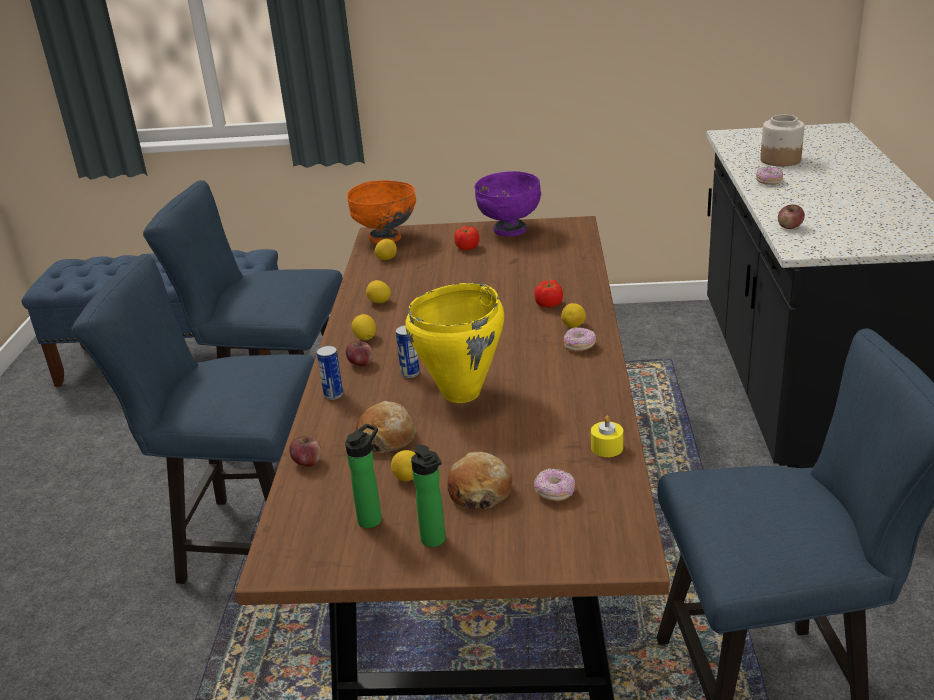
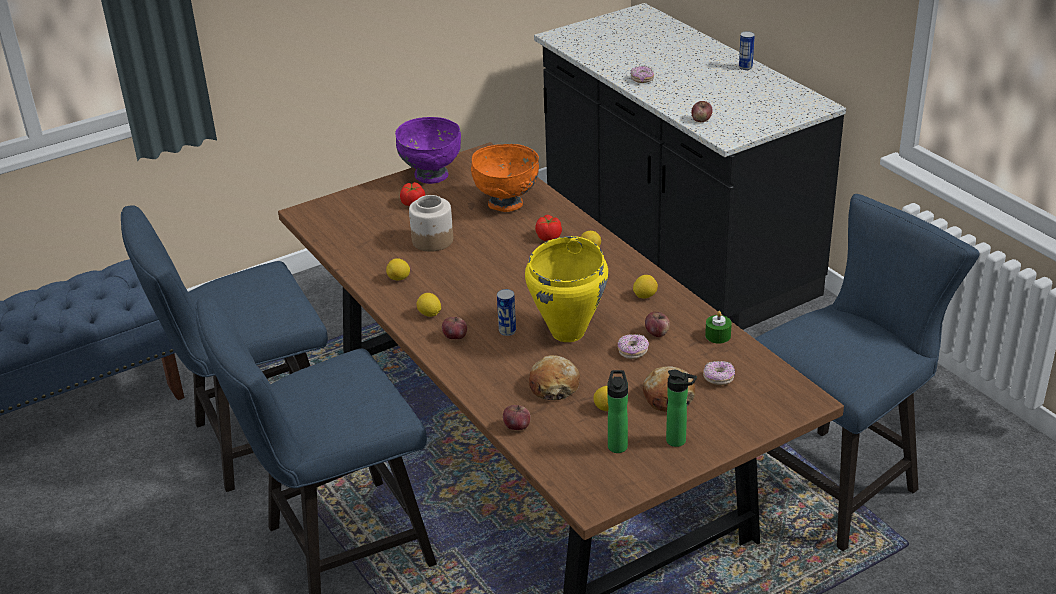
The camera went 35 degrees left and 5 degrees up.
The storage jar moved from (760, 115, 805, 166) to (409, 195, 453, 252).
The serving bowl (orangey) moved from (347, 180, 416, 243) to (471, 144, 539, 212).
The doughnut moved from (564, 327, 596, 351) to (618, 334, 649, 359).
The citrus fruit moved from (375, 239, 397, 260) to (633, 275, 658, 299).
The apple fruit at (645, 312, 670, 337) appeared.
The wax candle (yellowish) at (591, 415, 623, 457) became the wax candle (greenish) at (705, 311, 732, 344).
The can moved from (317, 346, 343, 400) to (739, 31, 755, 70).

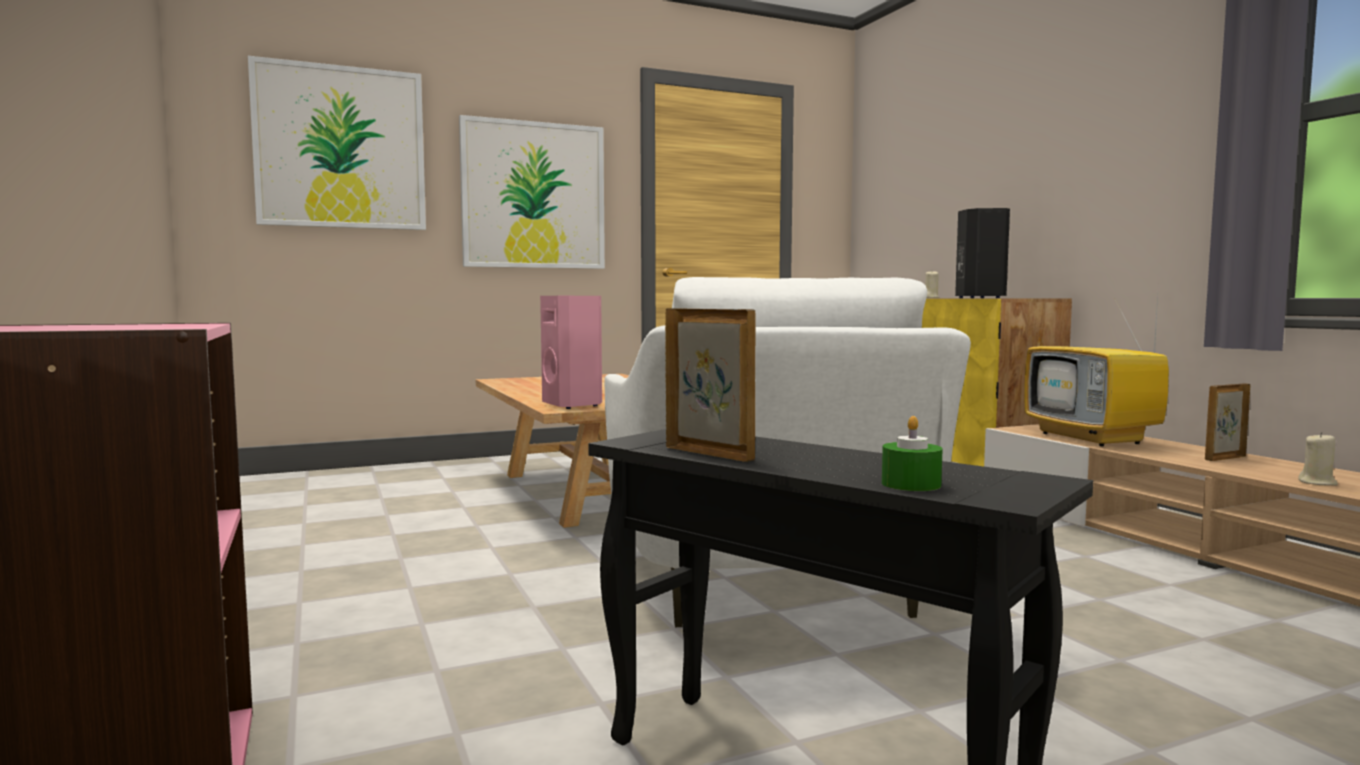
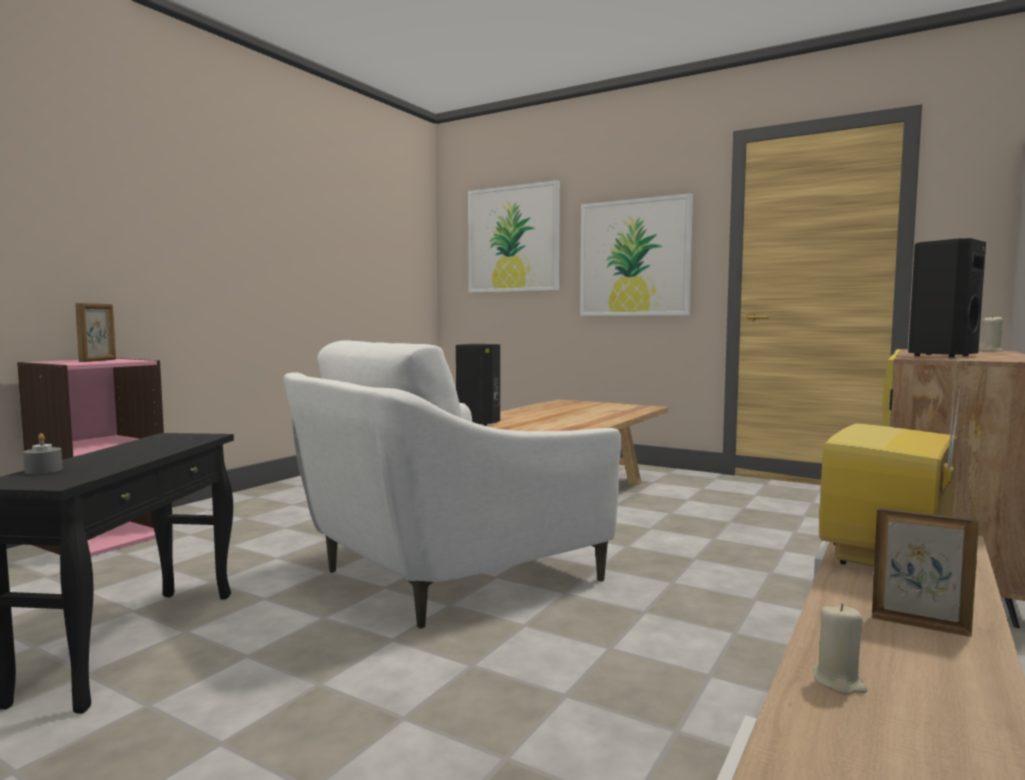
The camera went 55 degrees right and 0 degrees up.
The wax candle (greenish) at (882, 416, 942, 491) became the wax candle (greyish) at (23, 433, 63, 474).
The picture frame moved from (665, 308, 755, 462) to (75, 303, 116, 362).
The audio speaker (pink) at (540, 296, 602, 409) became the audio speaker (black-coloured) at (456, 344, 500, 426).

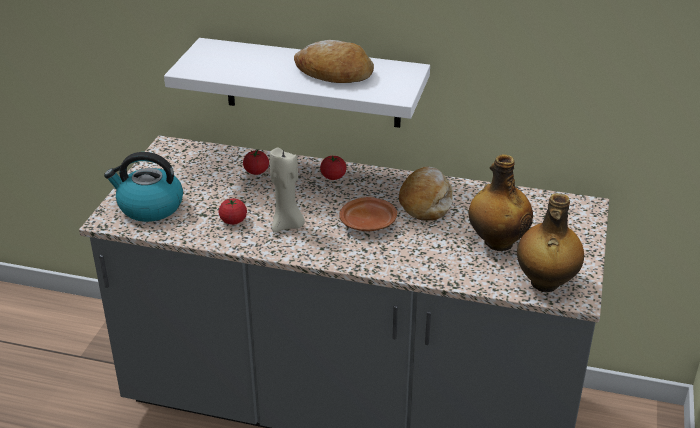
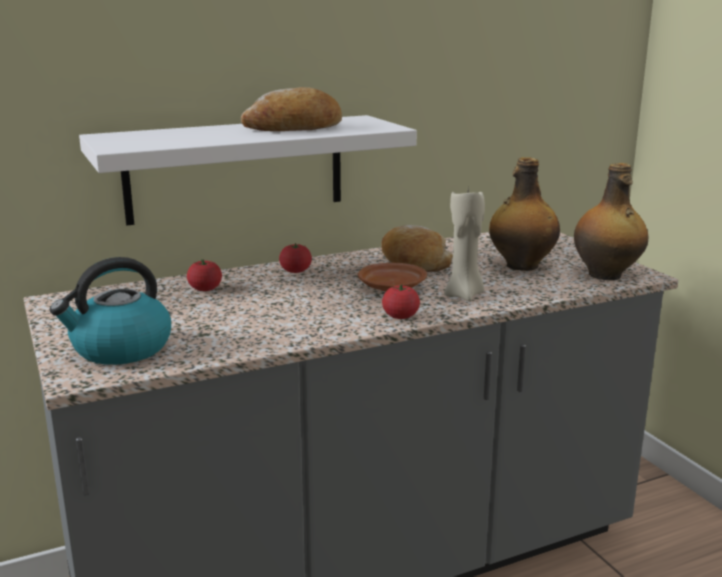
The camera went 40 degrees left and 15 degrees down.
The whole tomato moved from (219, 198, 247, 225) to (382, 285, 420, 319).
The wax candle (sand-coloured) moved from (270, 147, 305, 233) to (444, 189, 485, 301).

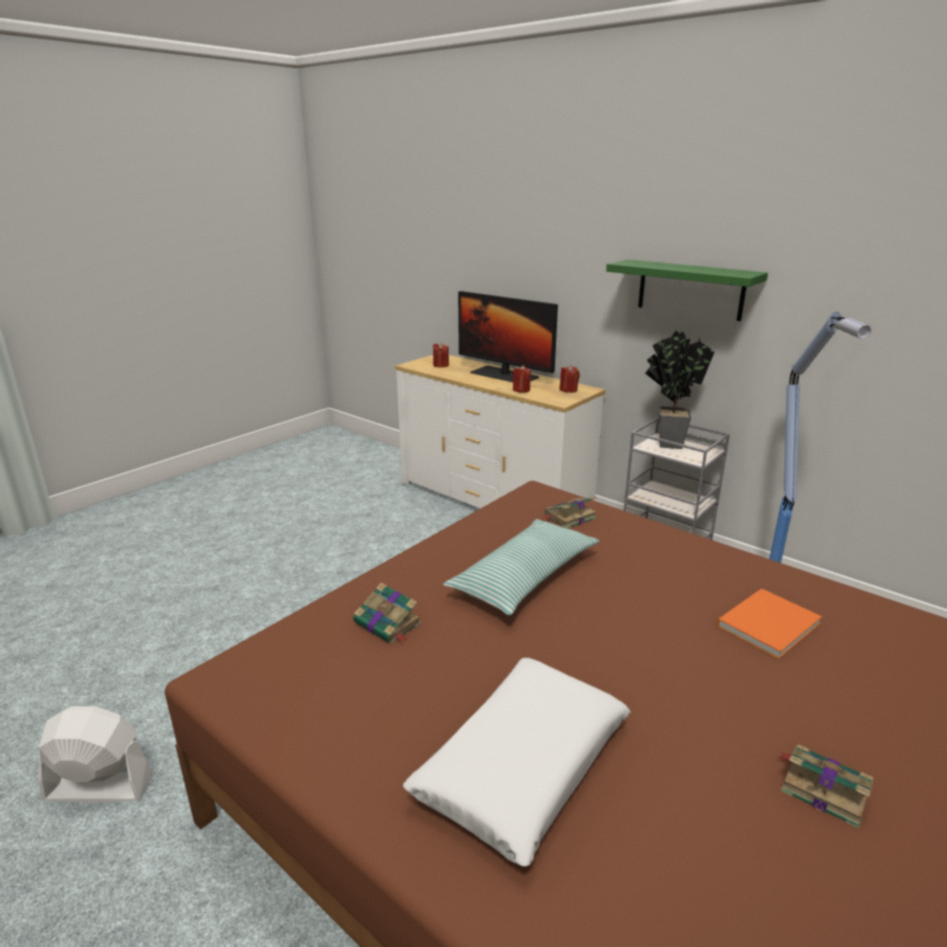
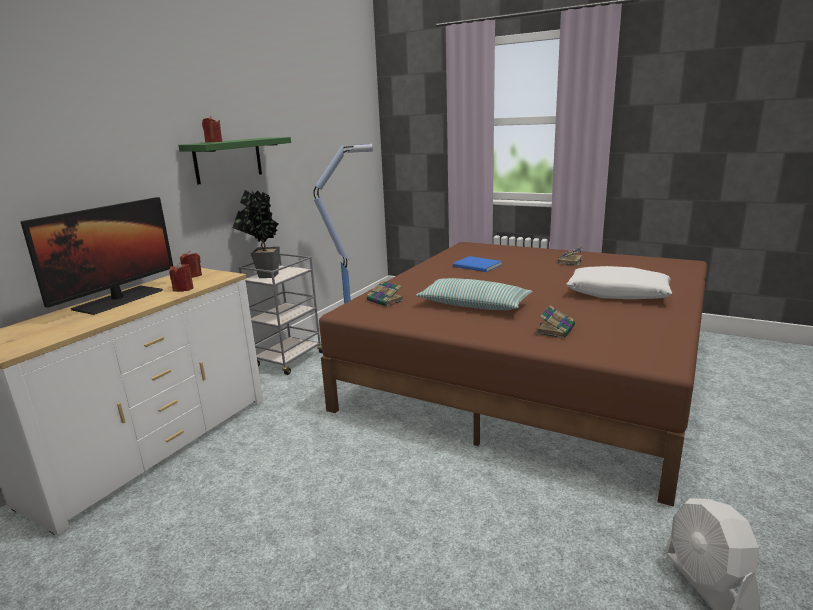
The camera went 100 degrees left and 5 degrees down.
The wax candle (red) moved from (433, 343, 449, 368) to (202, 116, 223, 142).
The book (orangey) at (716, 589, 822, 659) became the book (bluish) at (453, 256, 502, 272).

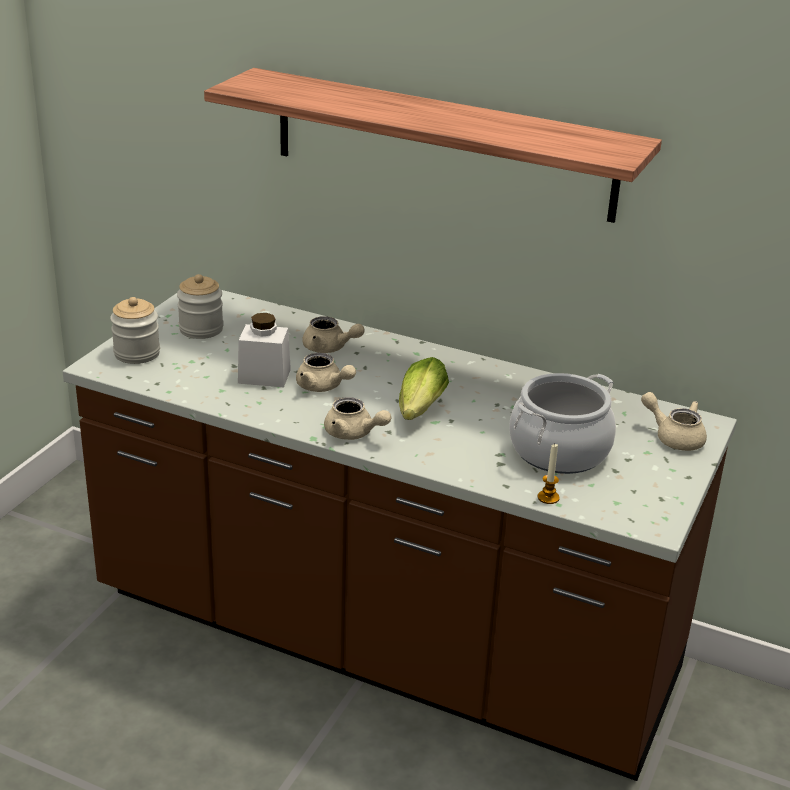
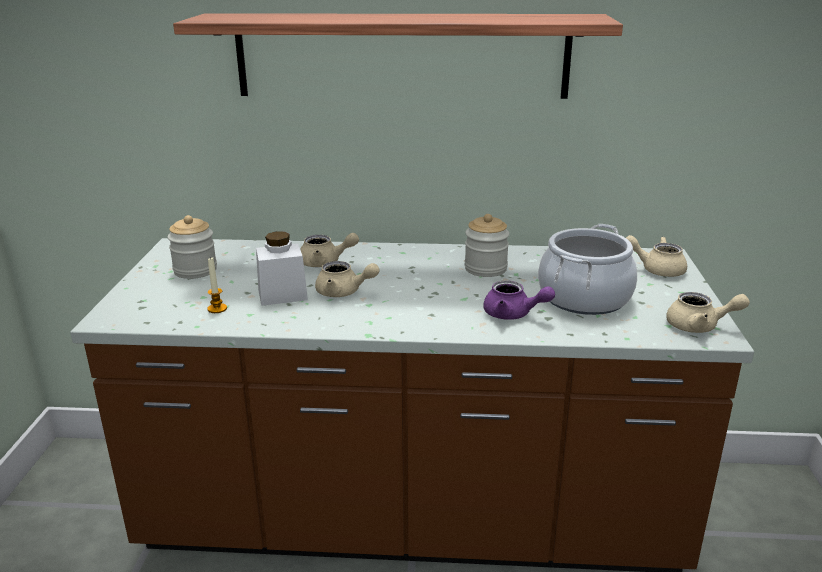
The camera went 20 degrees left and 5 degrees down.
The wax candle moved from (538, 444, 560, 504) to (207, 257, 227, 313).
The storage jar moved from (110, 297, 160, 364) to (465, 214, 509, 277).
The pot for tea (purple-coloured) at (483, 280, 555, 320) appeared.
The pot for tea (sand-coloured) moved from (324, 397, 391, 440) to (666, 292, 750, 333).
The lettuce at (399, 357, 449, 420) disappeared.

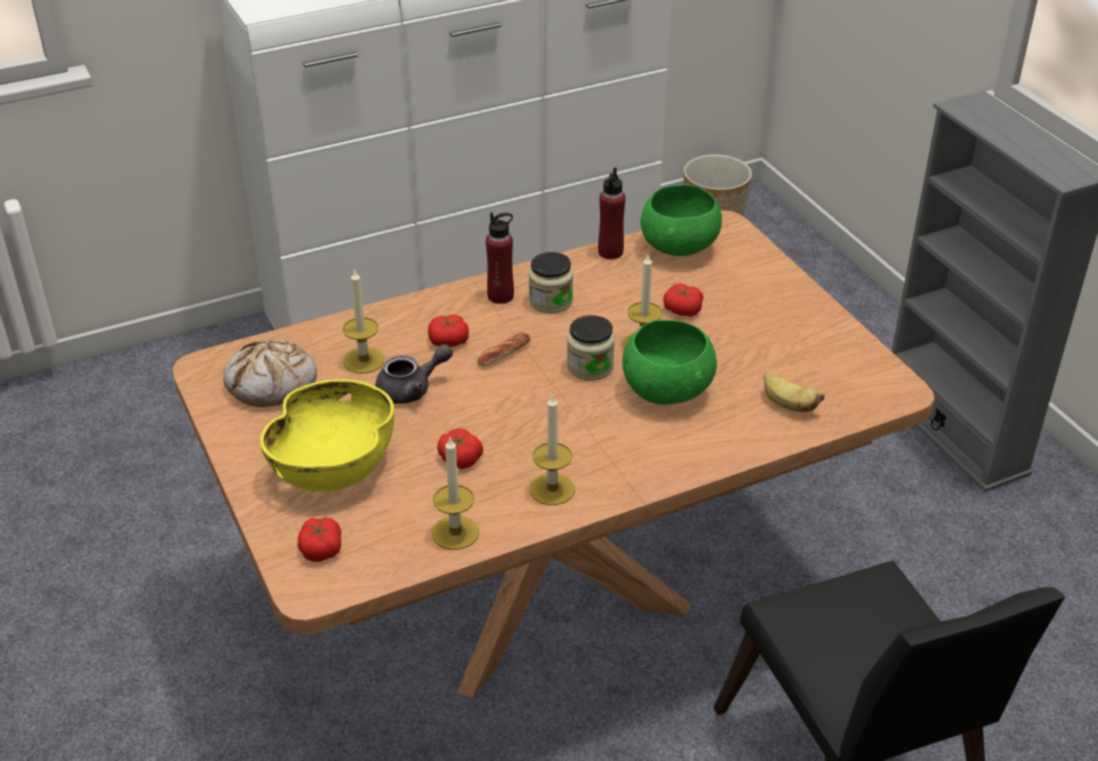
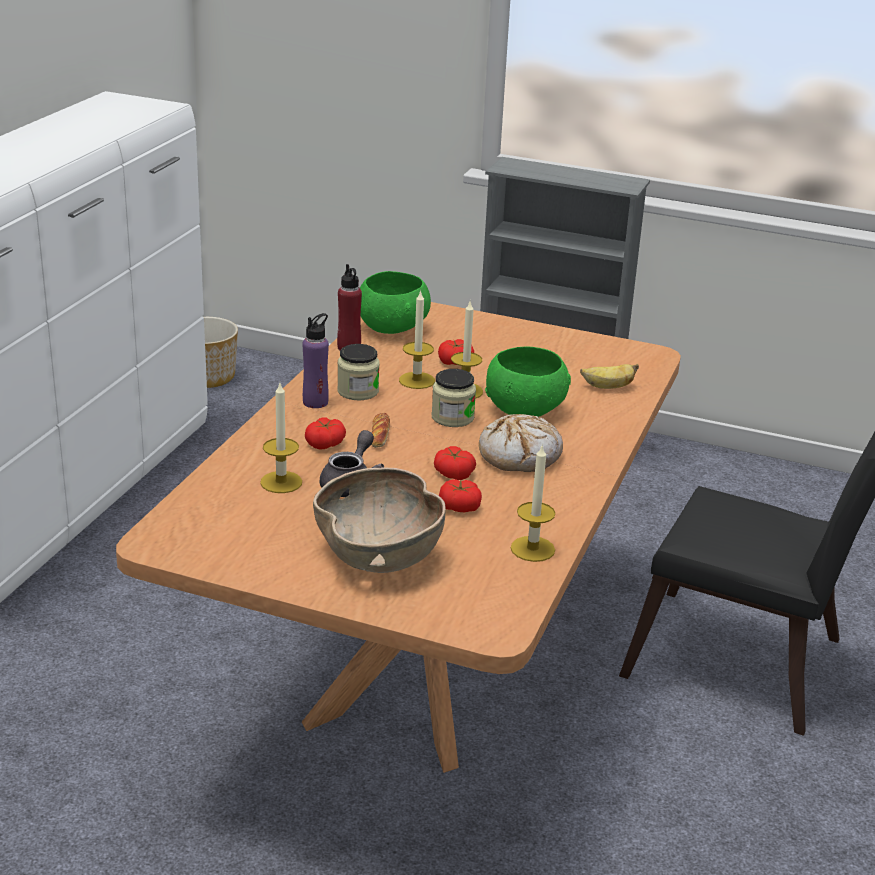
The camera went 45 degrees left and 10 degrees down.
The drink bottle (red) at (486, 212, 514, 304) became the drink bottle (purple-coloured) at (303, 313, 329, 408).
The serving bowl (yellowish) at (260, 379, 394, 491) became the serving bowl (brownish) at (313, 468, 446, 573).
The wax candle moved from (530, 393, 575, 505) to (399, 290, 435, 389).
The whole tomato moved from (298, 518, 341, 562) to (434, 446, 476, 480).
The bakery bread moved from (223, 339, 317, 407) to (479, 414, 563, 472).

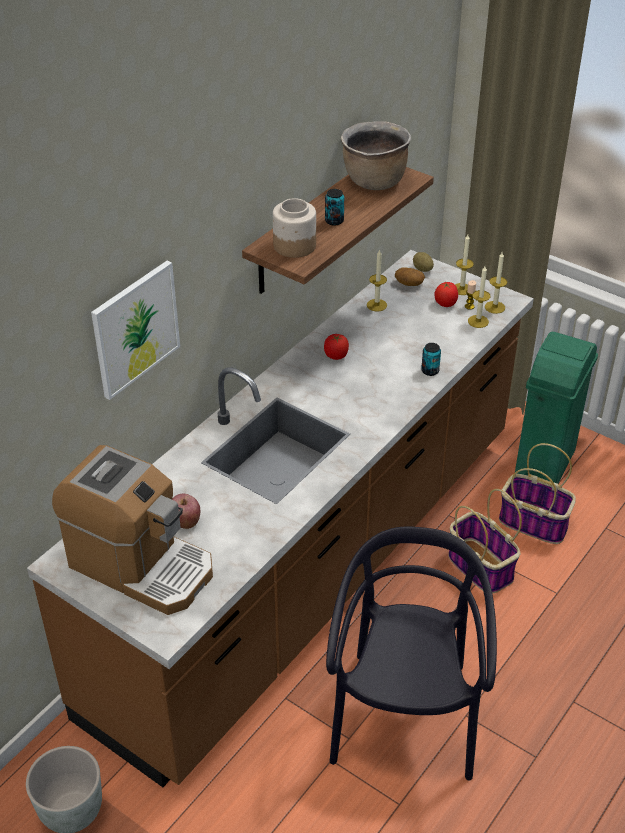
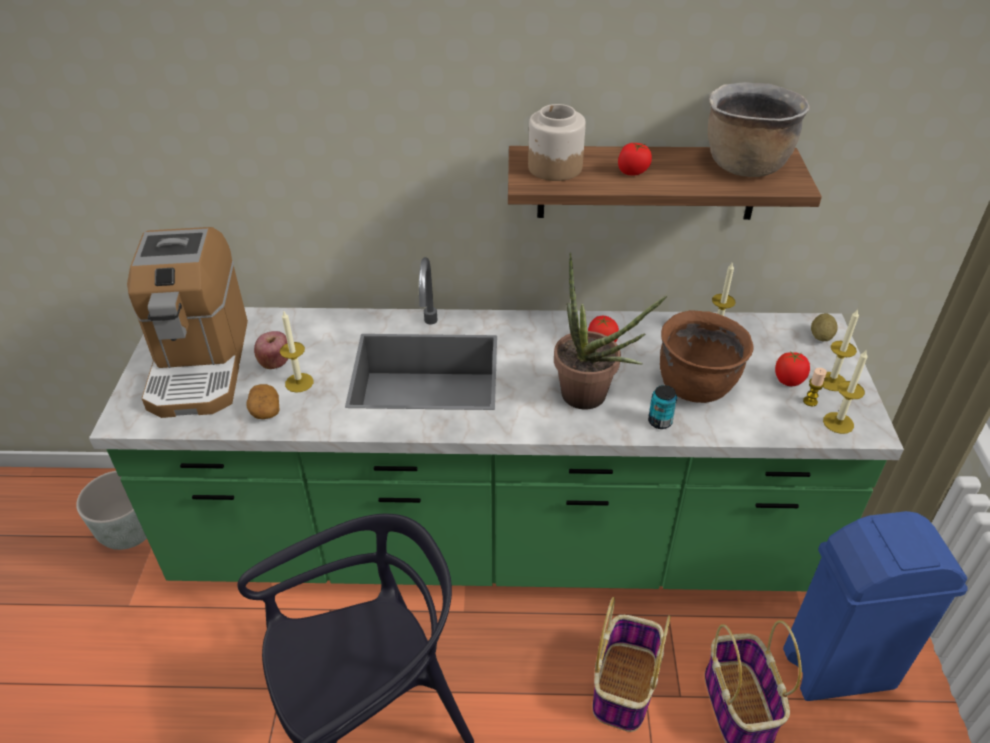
The camera went 55 degrees right and 0 degrees up.
The kitchen base unit (brownish) at (27, 250, 534, 787) became the kitchen base unit (greenish) at (89, 257, 904, 591).
The potato moved from (395, 267, 425, 286) to (246, 384, 279, 419).
The wax candle moved from (468, 266, 490, 328) to (280, 310, 313, 393).
The potted plant at (554, 253, 667, 410) appeared.
The can at (325, 189, 344, 226) was replaced by the whole tomato at (618, 143, 652, 176).
The stockpot (brownish) at (660, 310, 753, 403) appeared.
The rubbish bin (greenish) at (515, 332, 598, 484) became the rubbish bin (bluish) at (783, 511, 967, 701).
The wall art at (91, 261, 180, 400) disappeared.

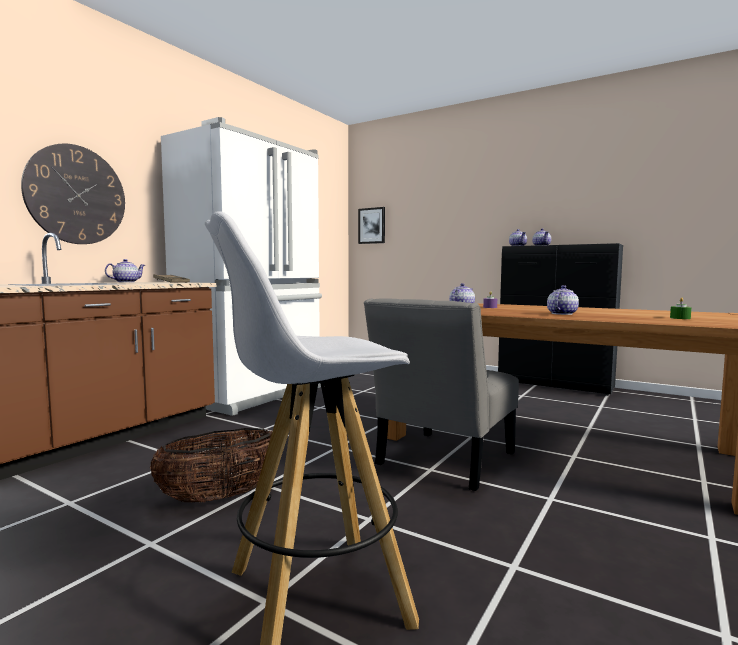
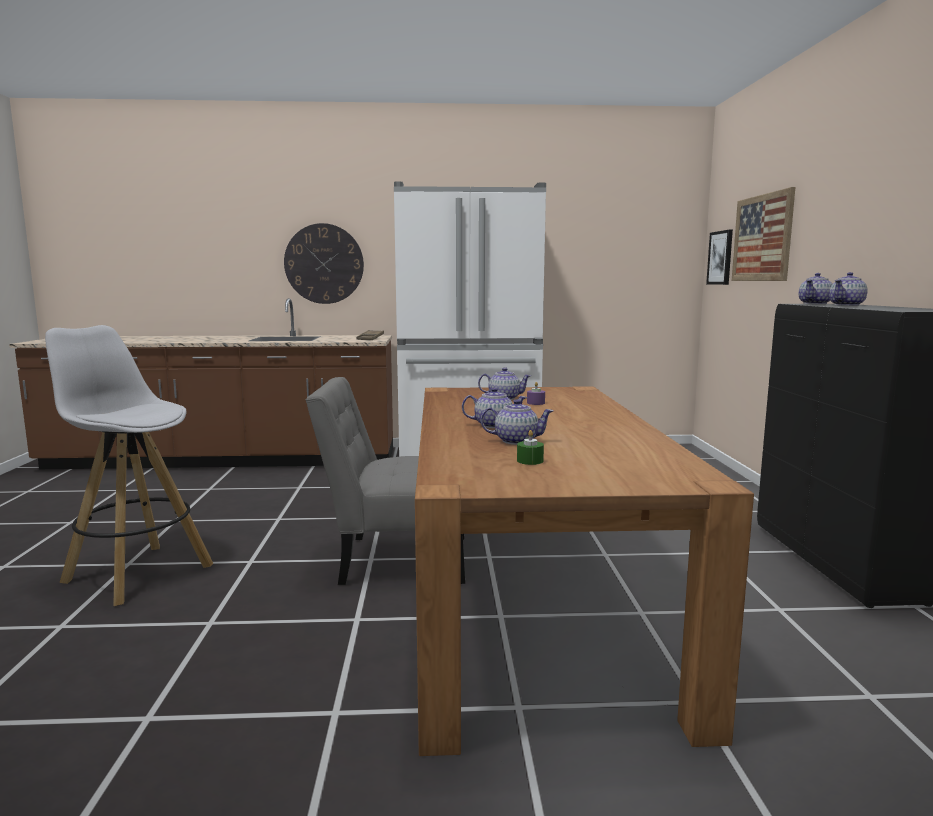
The camera went 55 degrees right and 5 degrees up.
The pot for tea moved from (105, 259, 145, 282) to (481, 399, 553, 445).
The wall art at (732, 187, 795, 281) appeared.
The storage basket at (150, 428, 272, 503) disappeared.

